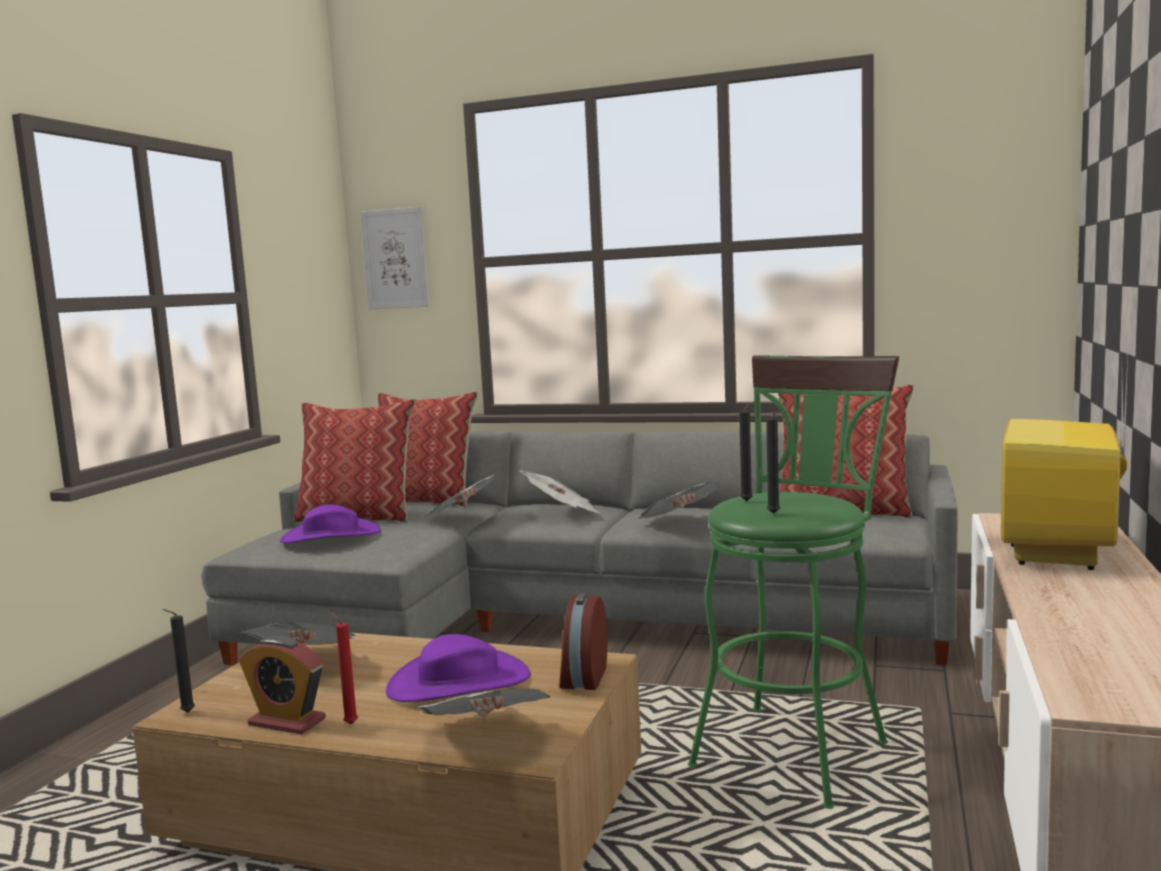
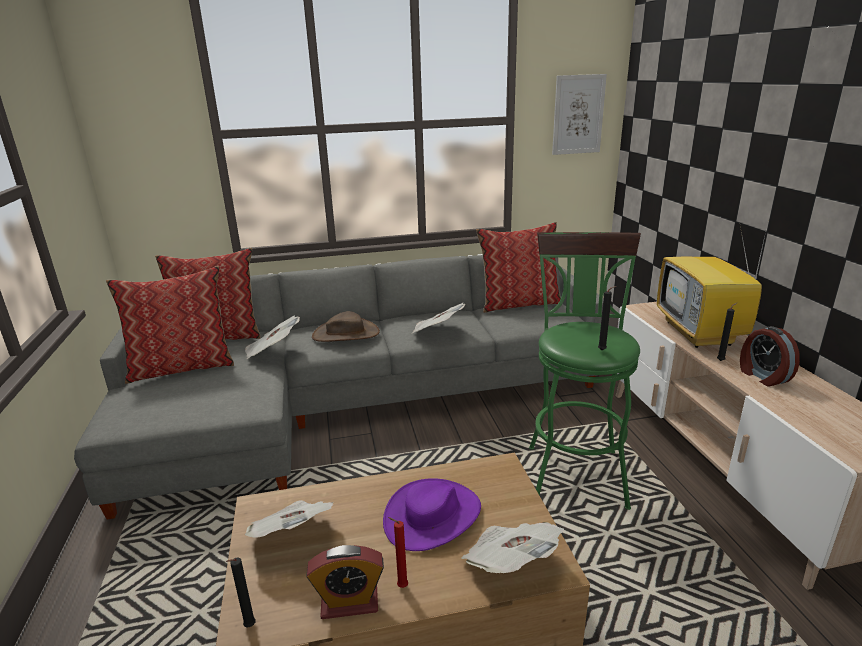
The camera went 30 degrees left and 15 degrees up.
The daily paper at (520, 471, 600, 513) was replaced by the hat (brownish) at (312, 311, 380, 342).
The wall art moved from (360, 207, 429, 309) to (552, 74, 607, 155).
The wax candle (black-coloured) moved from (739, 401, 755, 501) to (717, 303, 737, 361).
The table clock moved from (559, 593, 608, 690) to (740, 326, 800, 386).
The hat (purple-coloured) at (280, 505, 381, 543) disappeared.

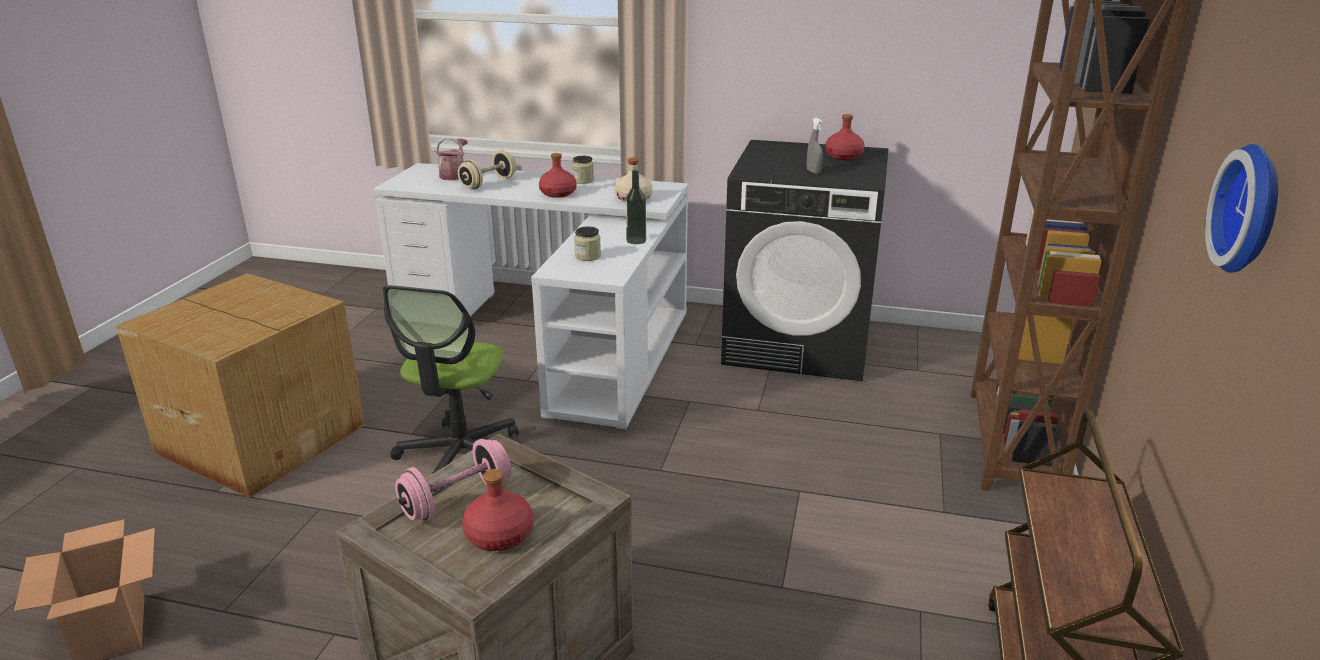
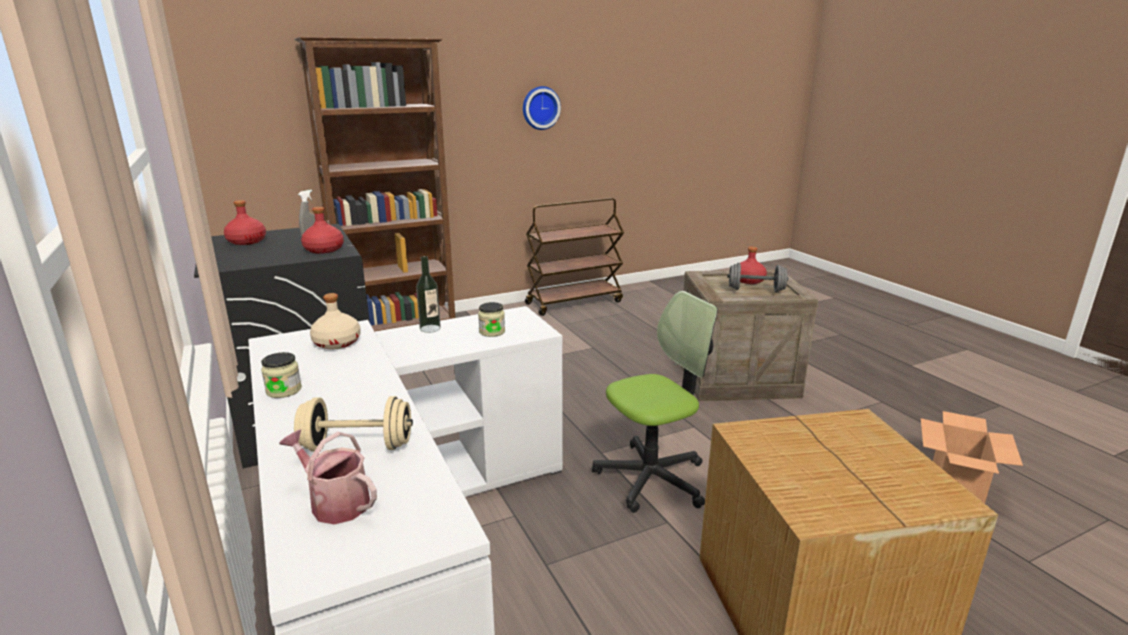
The camera went 130 degrees left and 5 degrees down.
The sprinkling can at (436, 138, 468, 180) turned 60 degrees clockwise.
The drink bottle (red) moved from (539, 153, 577, 198) to (301, 207, 344, 254).
The hand weight (pink) at (395, 439, 511, 521) became the hand weight (greyish) at (727, 263, 788, 292).

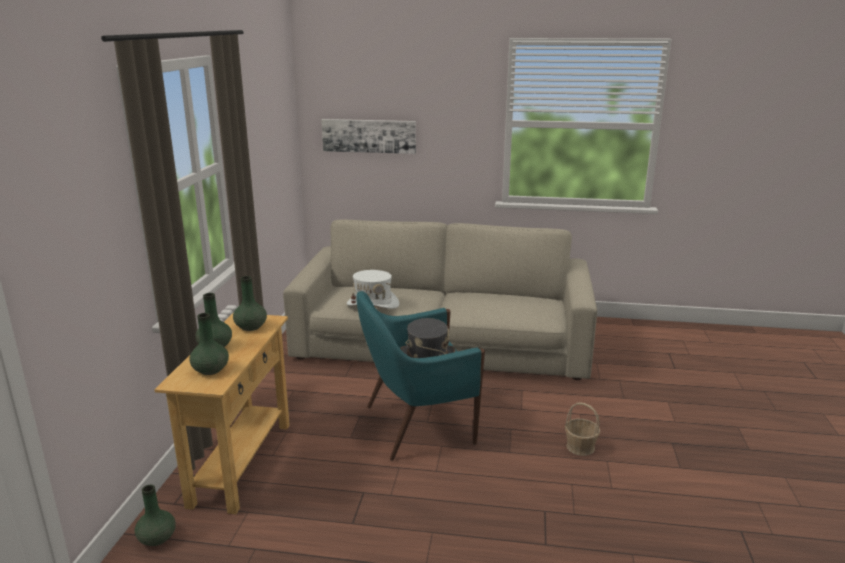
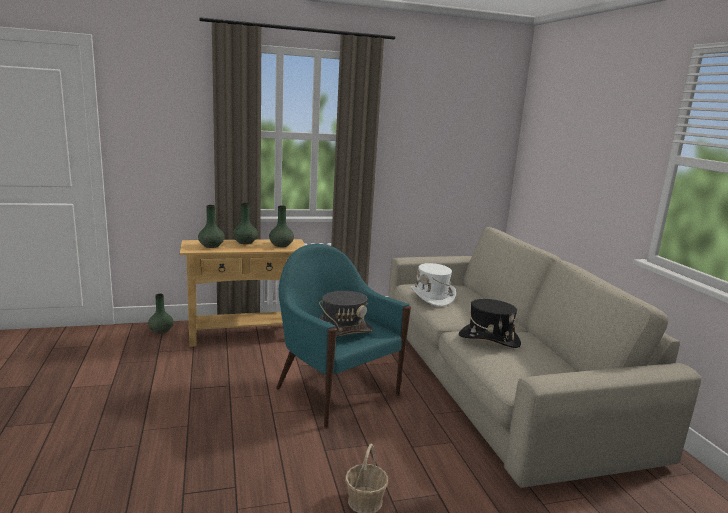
The camera went 65 degrees right and 5 degrees down.
The hat (black-coloured) at (459, 299, 521, 348) appeared.
The wall art at (321, 119, 416, 154) disappeared.

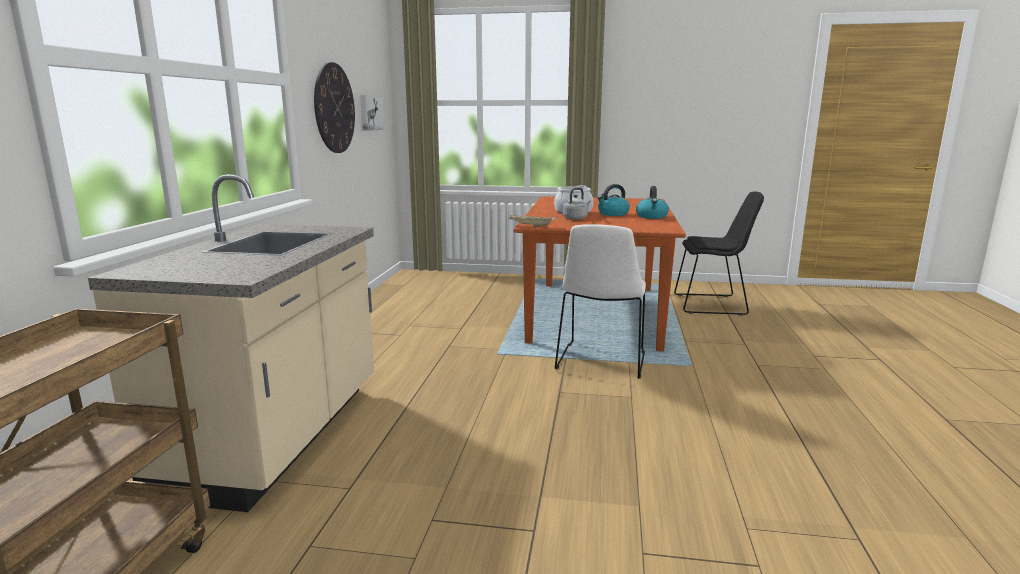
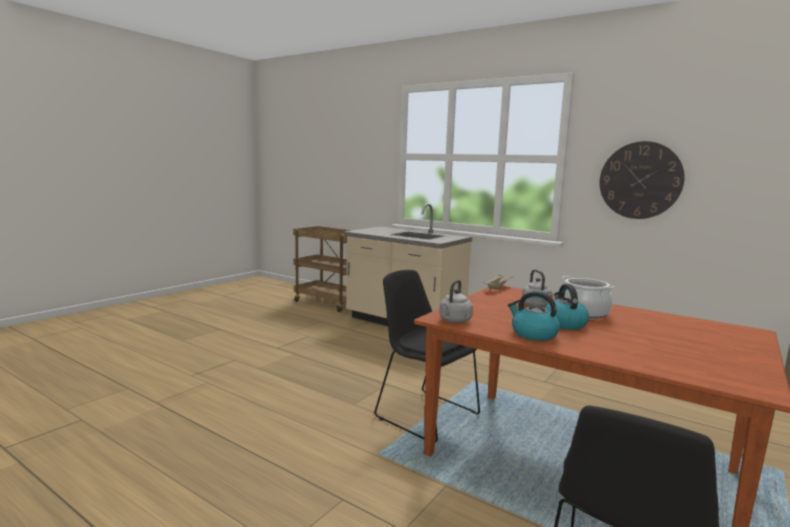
The camera went 115 degrees right and 5 degrees down.
The chair (white-coloured) at (555, 224, 646, 379) became the chair (black-coloured) at (375, 270, 480, 442).
The kettle (greyish) at (439, 280, 473, 323) appeared.
The wall art at (360, 95, 385, 131) disappeared.

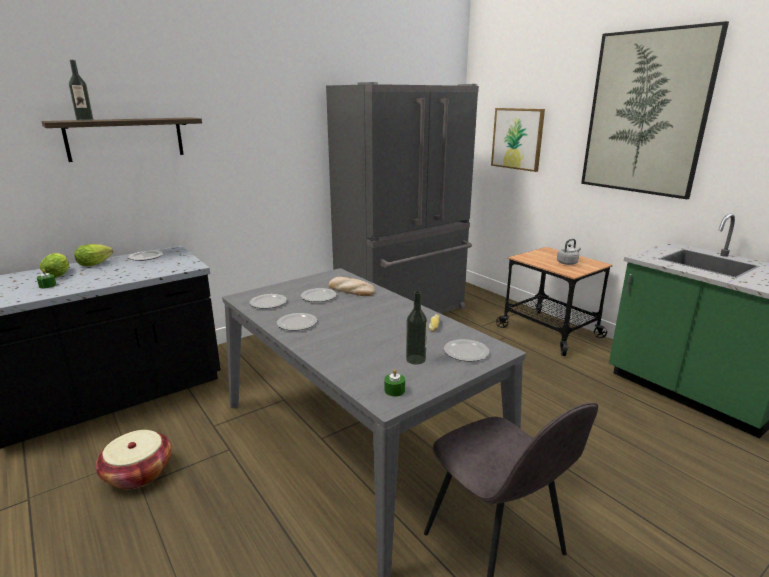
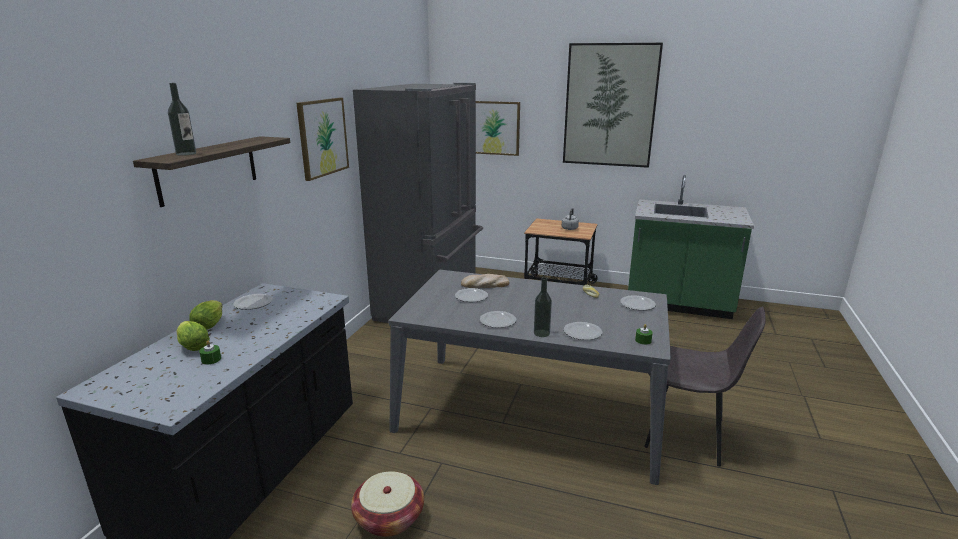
The camera went 35 degrees left and 0 degrees up.
The wall art at (296, 98, 349, 181) appeared.
The drink bottle moved from (406, 291, 427, 365) to (534, 277, 552, 337).
The dinner plate moved from (250, 294, 287, 309) to (564, 322, 602, 340).

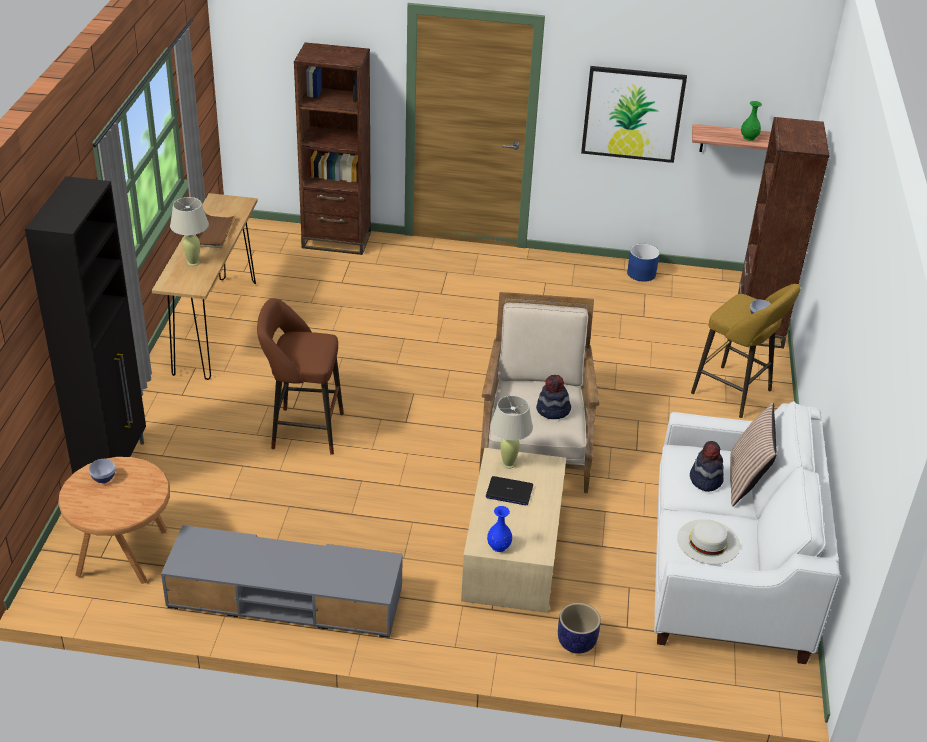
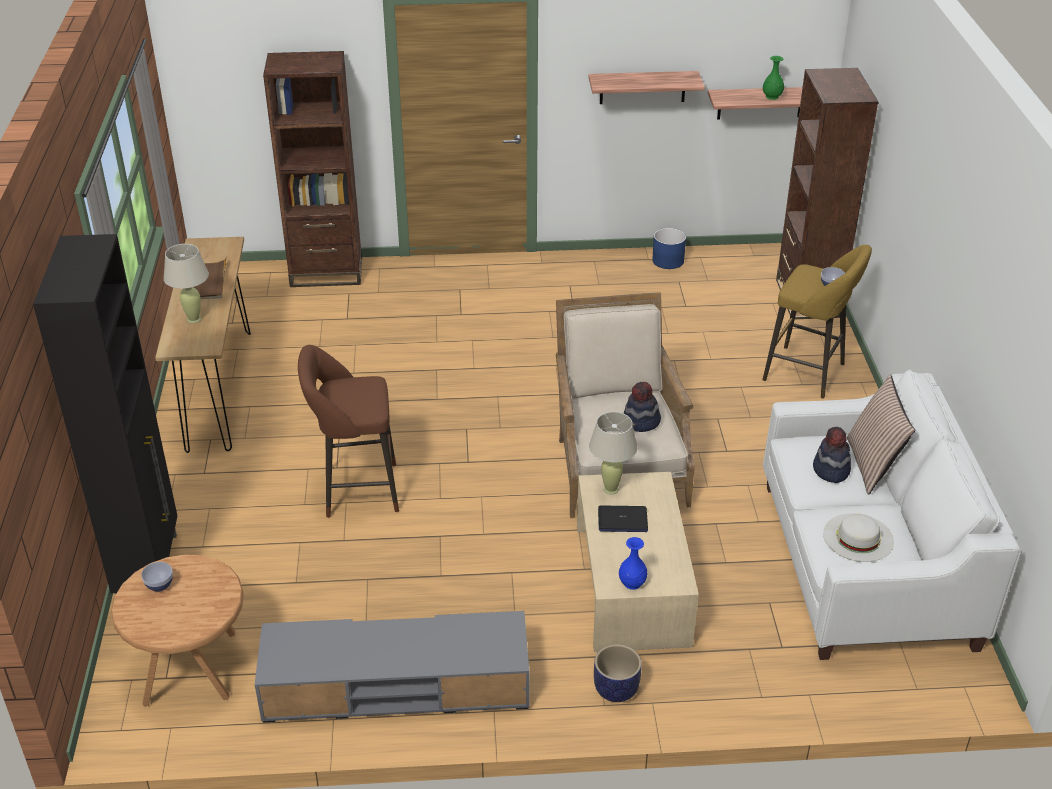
The camera went 10 degrees left and 0 degrees up.
The wall art at (581, 66, 687, 163) was replaced by the bracket shelf at (588, 71, 705, 104).
The planter moved from (558, 603, 601, 654) to (594, 644, 642, 702).

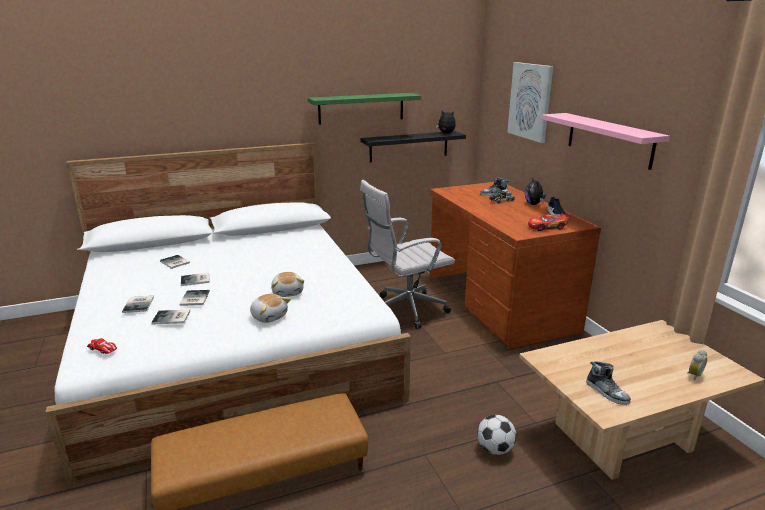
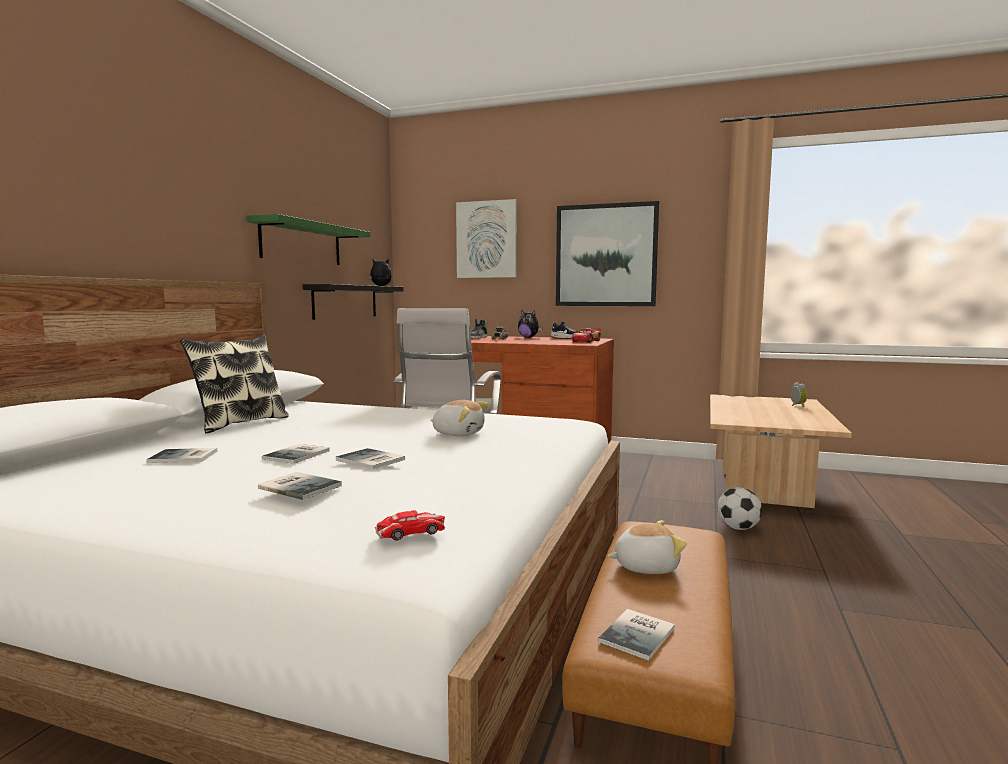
The camera went 50 degrees left and 15 degrees down.
The pillow at (180, 334, 289, 433) appeared.
The bracket shelf (pink) at (542, 113, 670, 170) was replaced by the wall art at (556, 201, 659, 306).
The book moved from (151, 310, 190, 324) to (598, 609, 675, 661).
The soft toy moved from (250, 294, 291, 323) to (608, 520, 687, 574).
The shoe at (587, 361, 631, 405) disappeared.

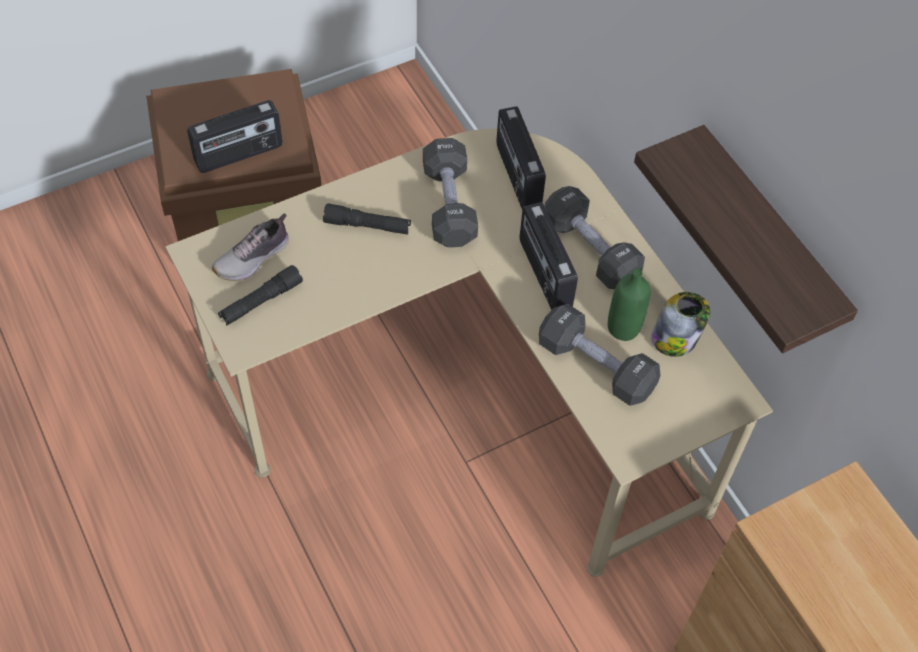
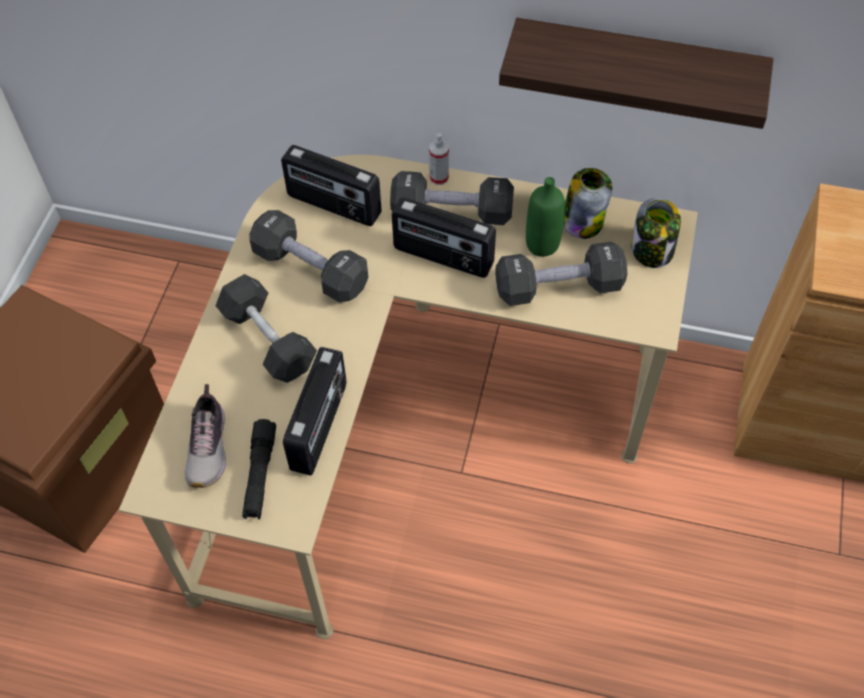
The camera went 45 degrees left and 0 degrees up.
The flashlight (black-coloured) at (323, 203, 411, 234) was replaced by the hand weight (greyish) at (216, 274, 317, 383).
The radio moved from (187, 100, 283, 173) to (283, 347, 347, 476).
The sprayer at (429, 133, 449, 185) appeared.
The storage jar at (632, 198, 681, 268) appeared.

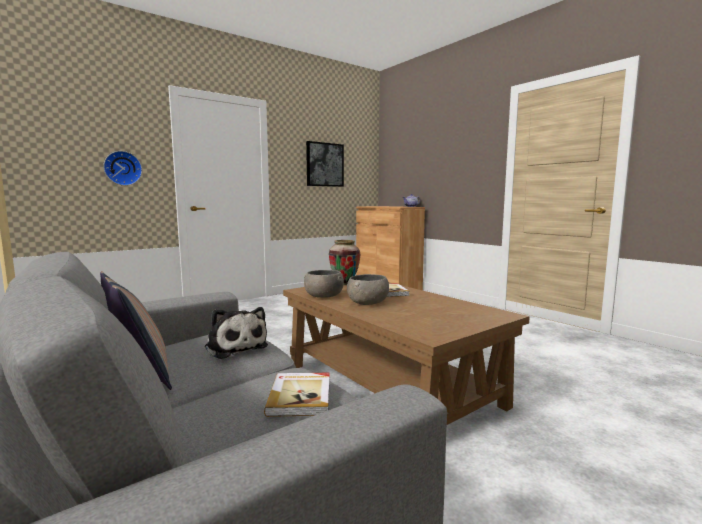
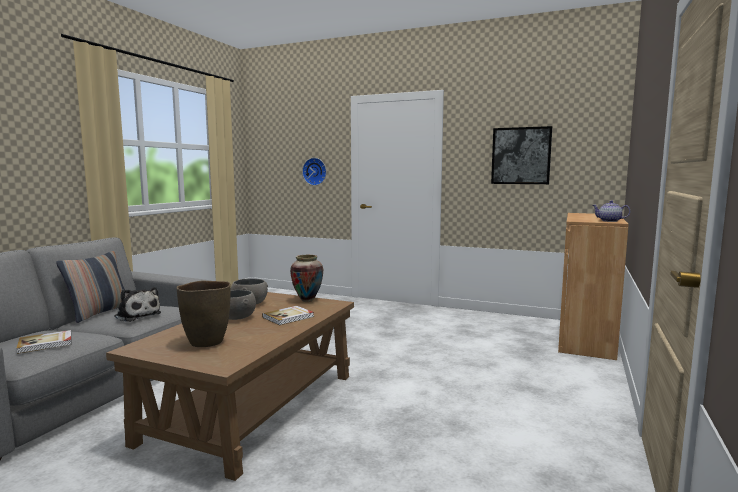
The camera went 60 degrees right and 0 degrees up.
The soft toy at (205, 307, 268, 359) turned 75 degrees counterclockwise.
The vase (brownish) at (176, 281, 231, 347) appeared.

